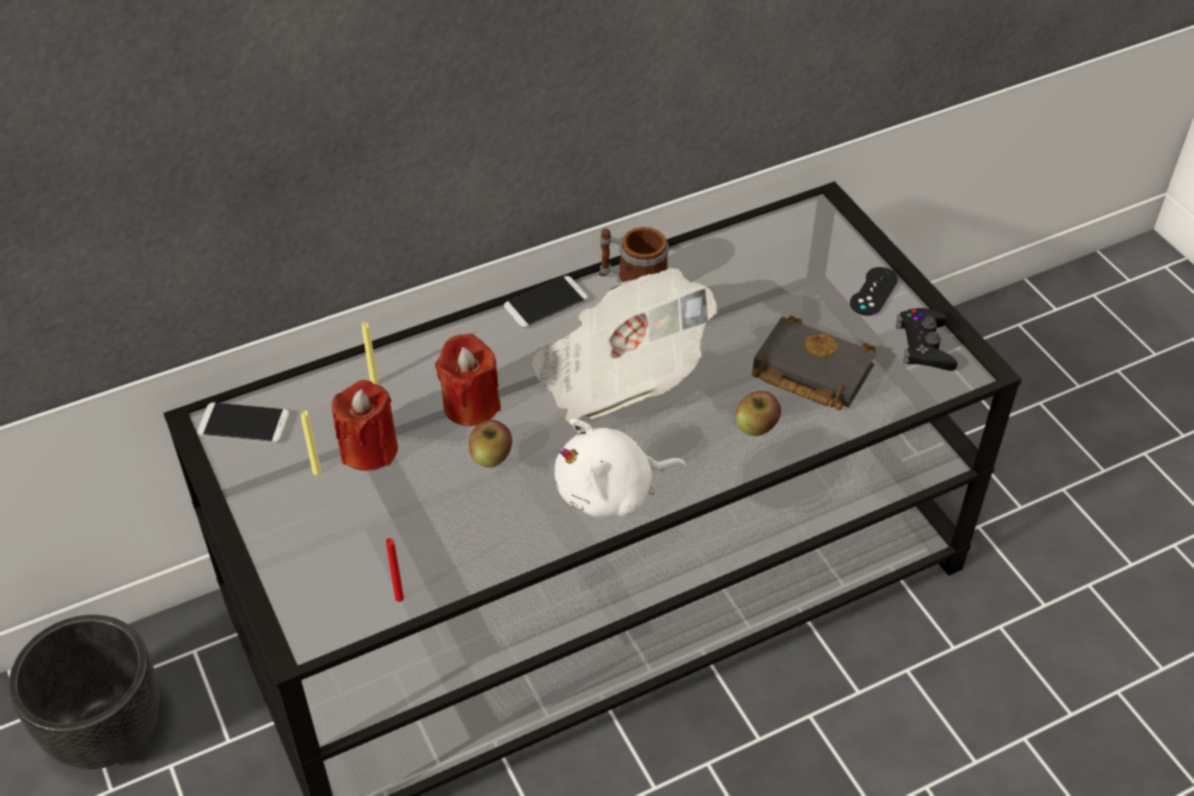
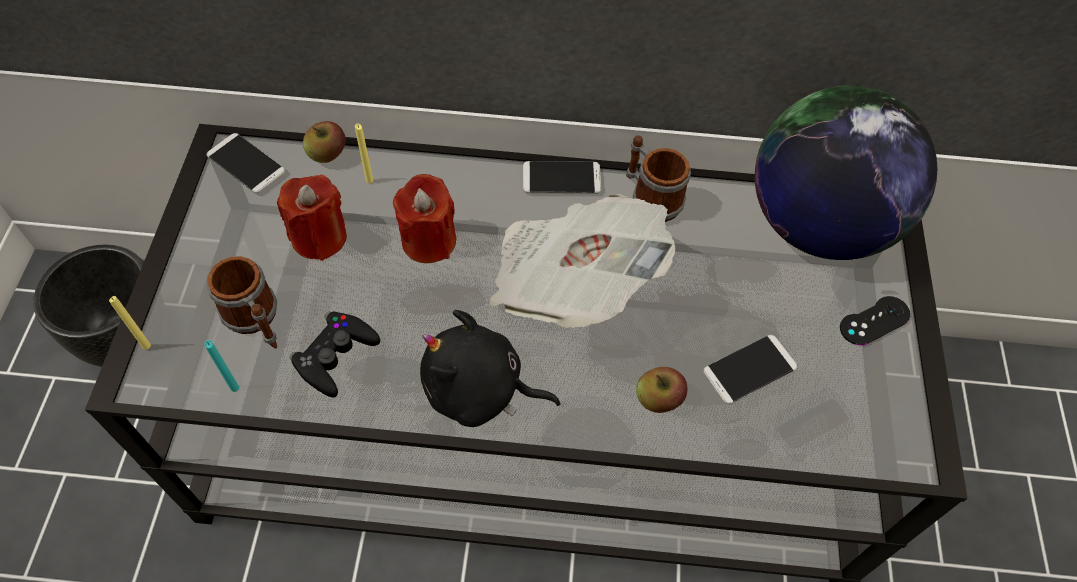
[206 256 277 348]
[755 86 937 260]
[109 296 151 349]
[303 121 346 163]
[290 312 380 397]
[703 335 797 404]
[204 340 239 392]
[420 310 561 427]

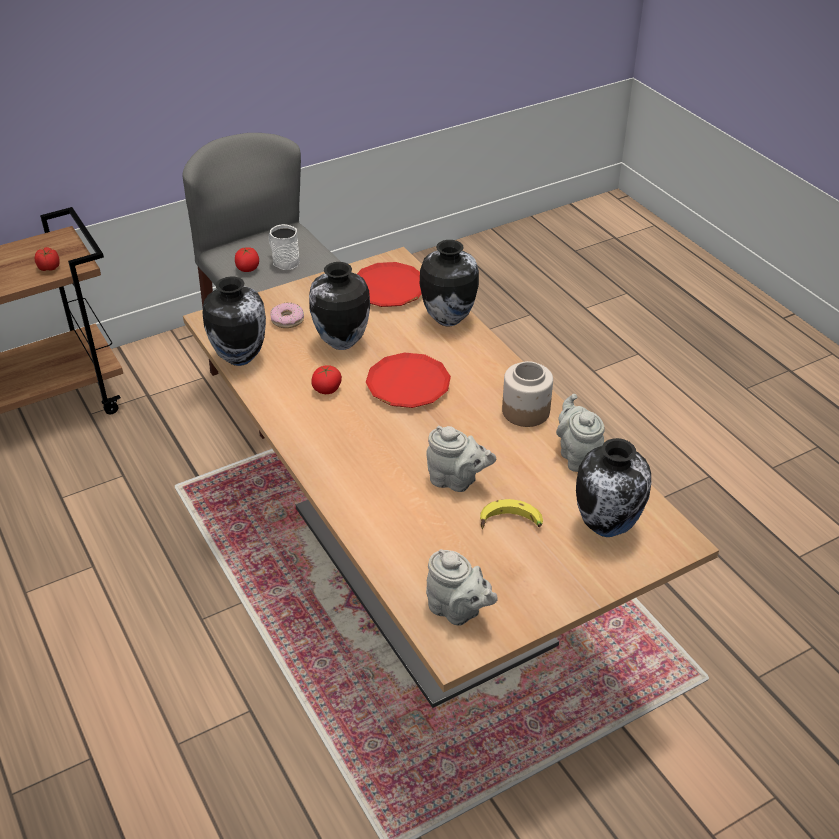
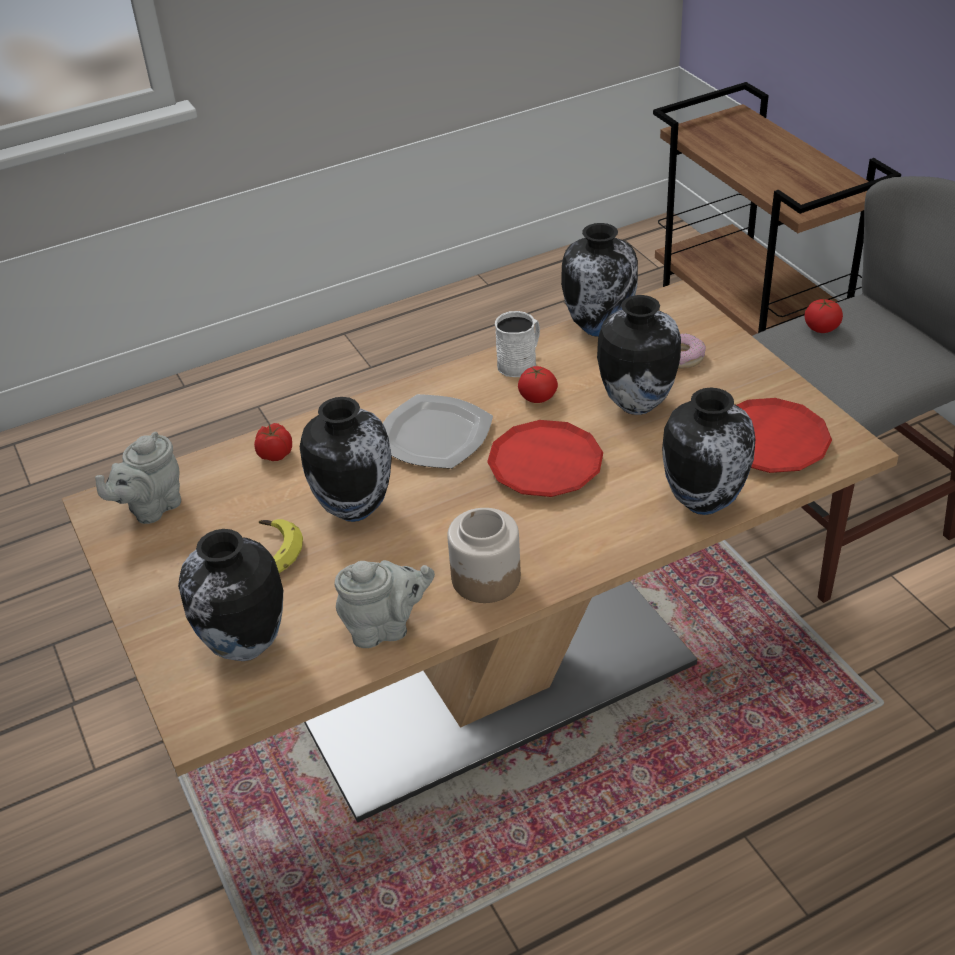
[383 394 493 469]
[254 423 292 461]
[495 311 540 377]
[300 397 392 522]

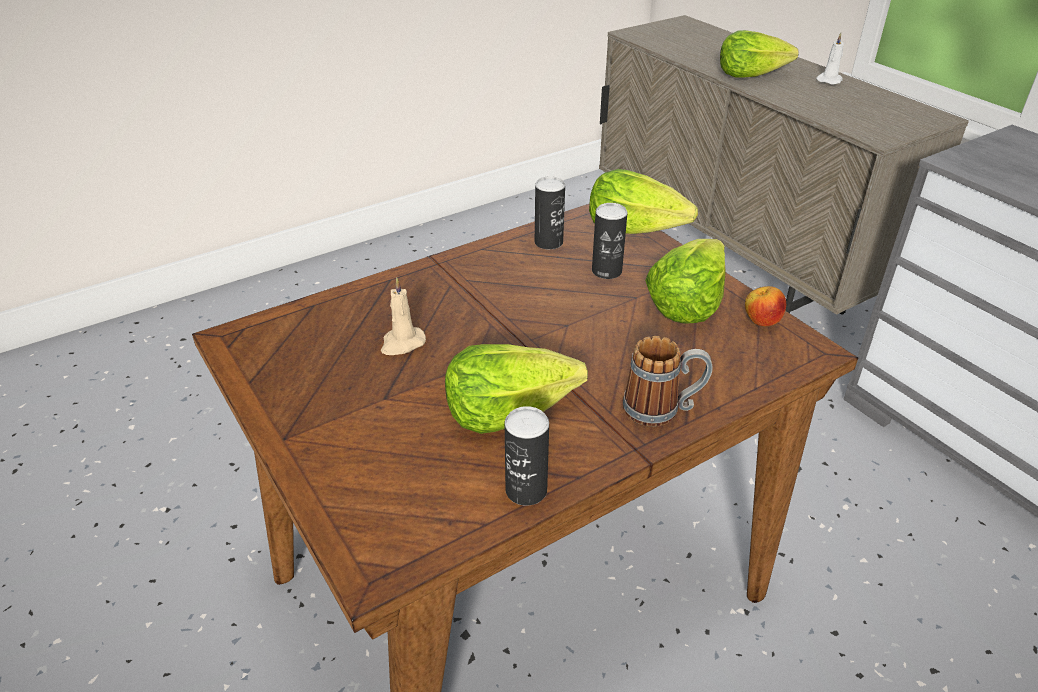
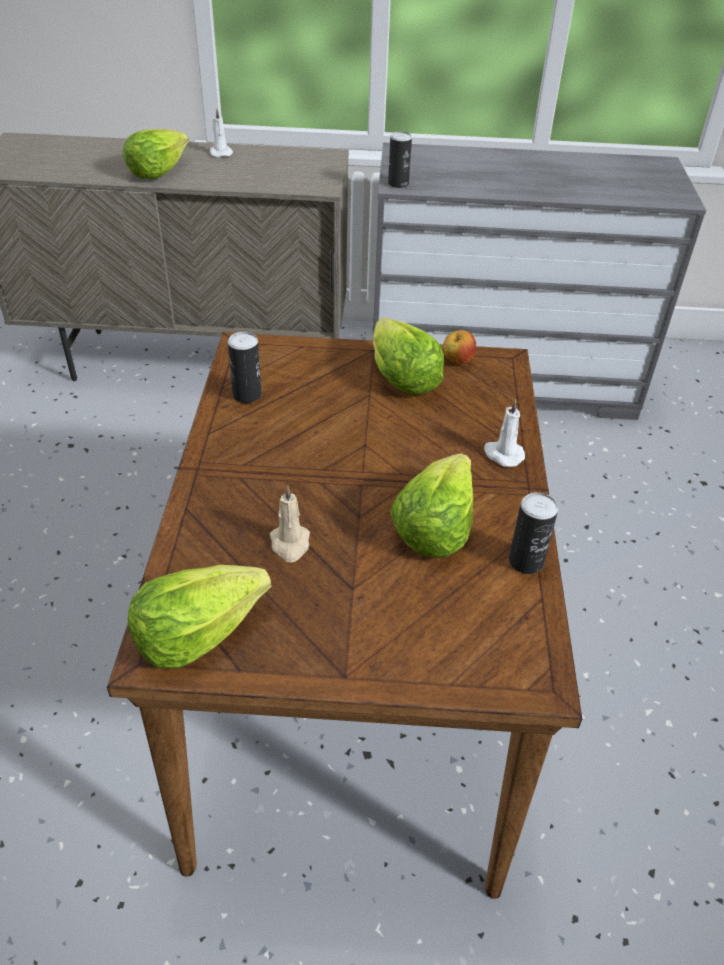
[128 565 271 669]
[388 132 412 188]
[484 399 525 467]

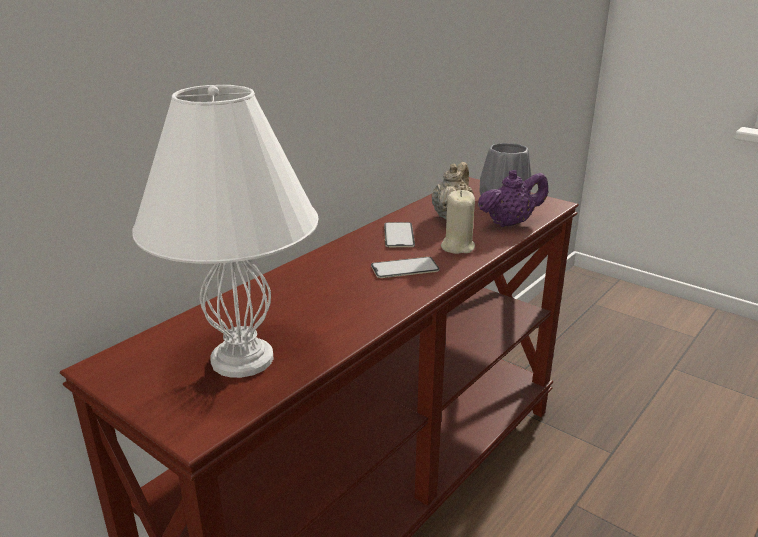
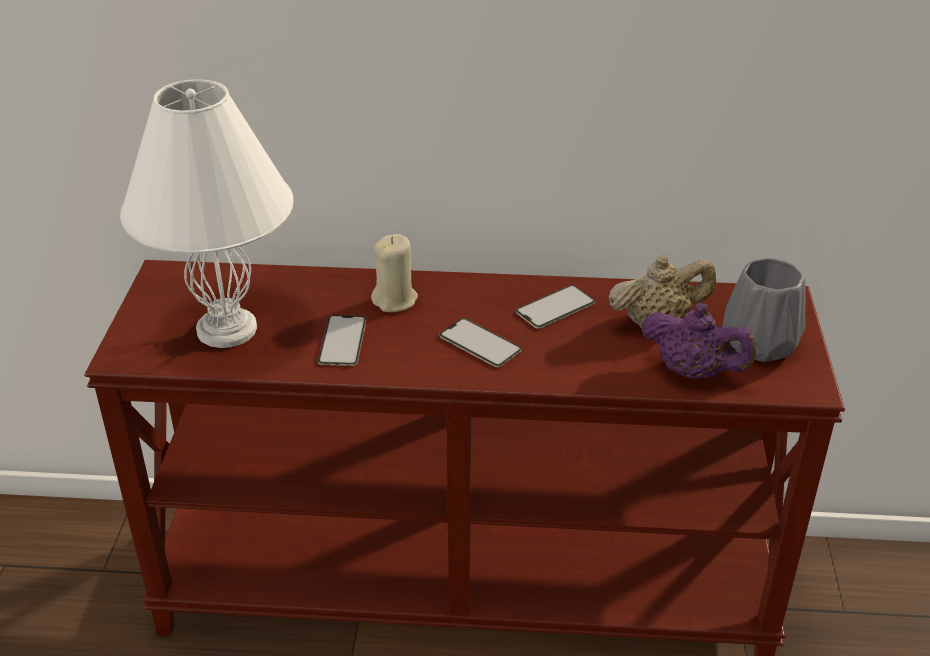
[318 315 366 366]
[371 234 418 312]

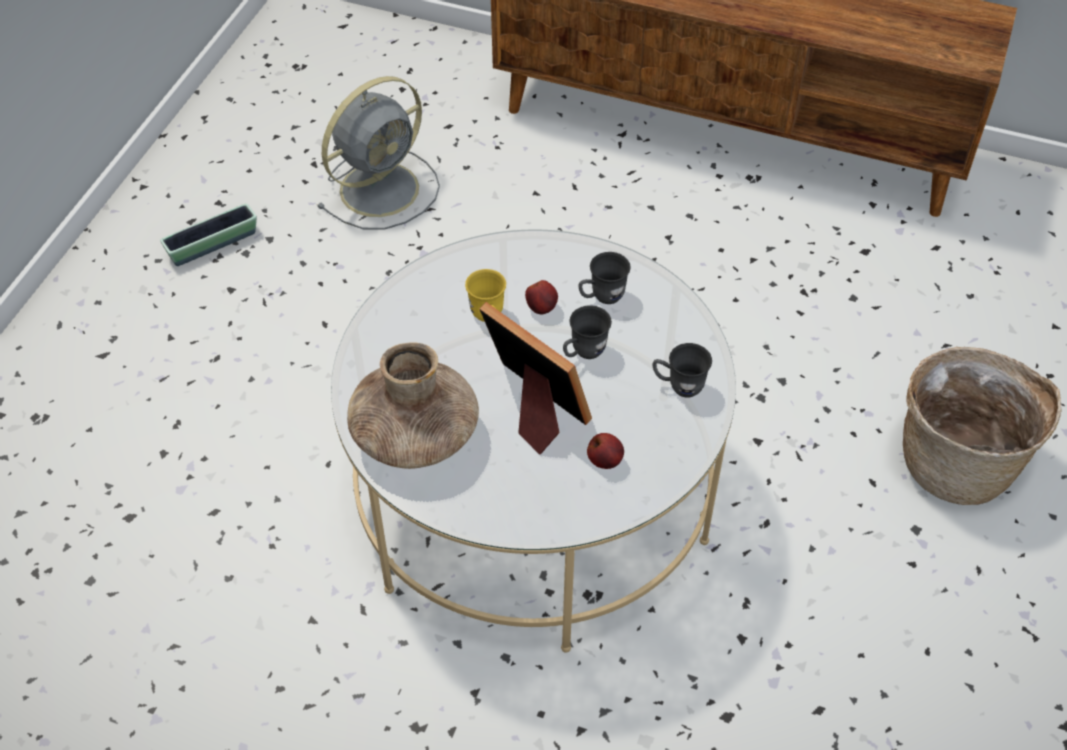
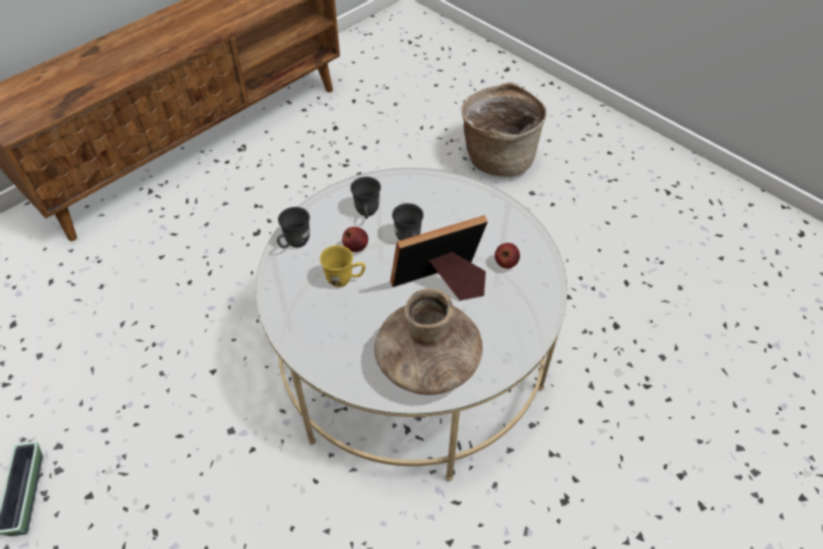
[317 76 440 229] (first image)
[277 207 310 248]

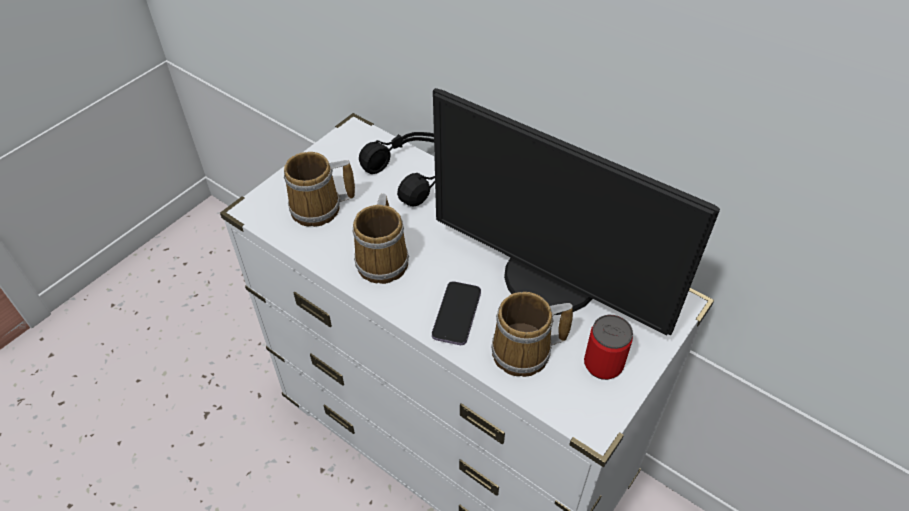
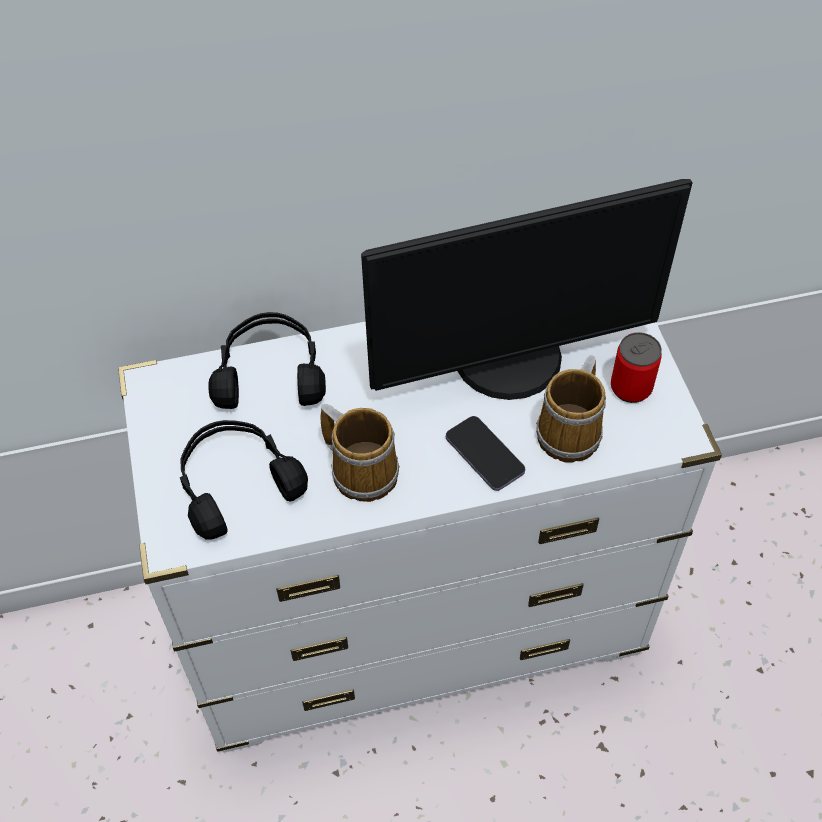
[180 420 308 539]

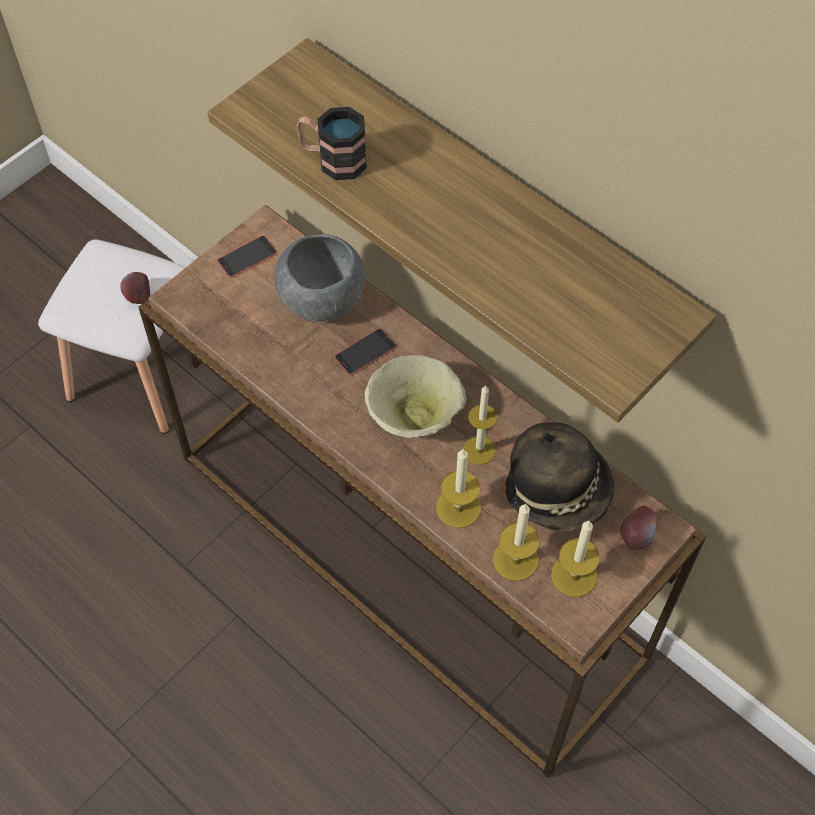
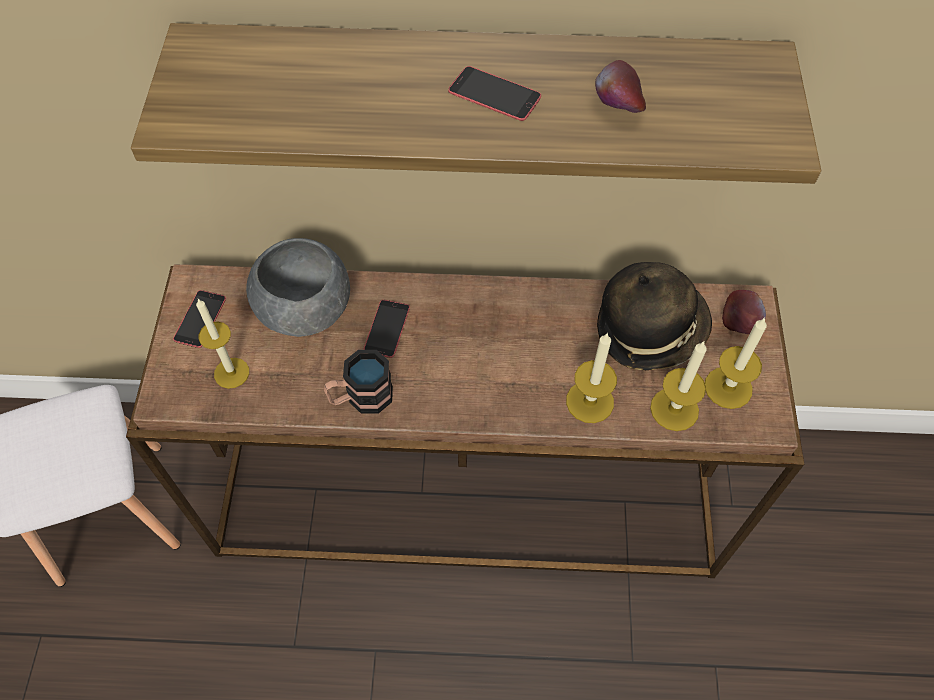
[365 355 466 438] (first image)
[448 66 541 121]
[595 60 646 113]
[324 350 393 413]
[196 299 249 389]

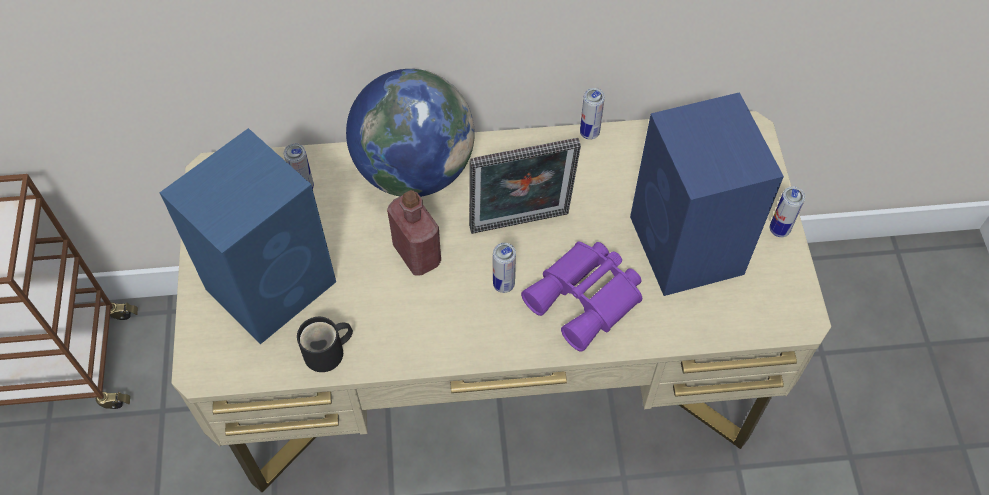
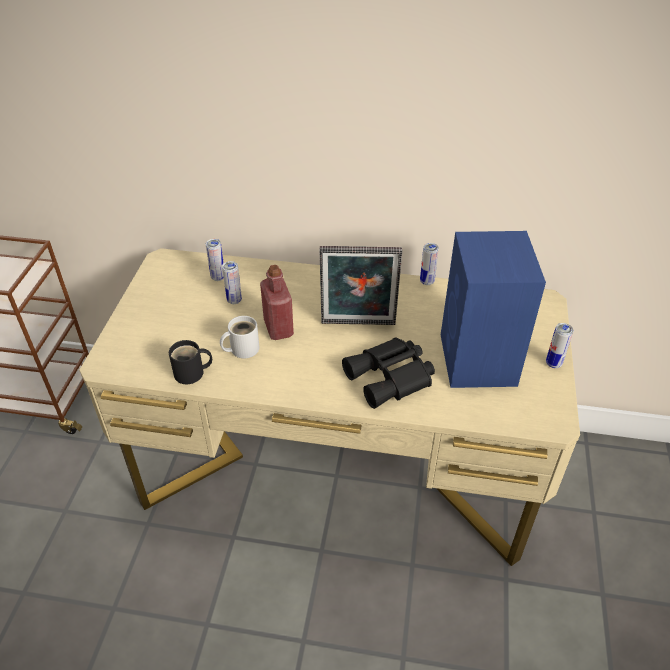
[159 128 336 344] (first image)
[346 69 475 197] (first image)
[220 316 259 358]
[222 261 242 304]
[342 337 435 409]

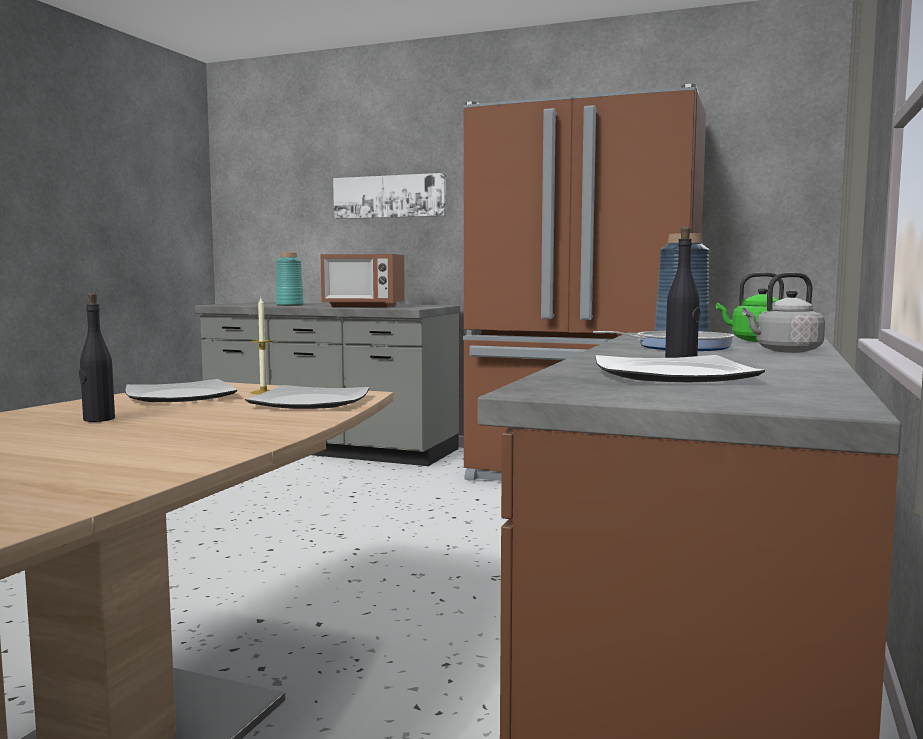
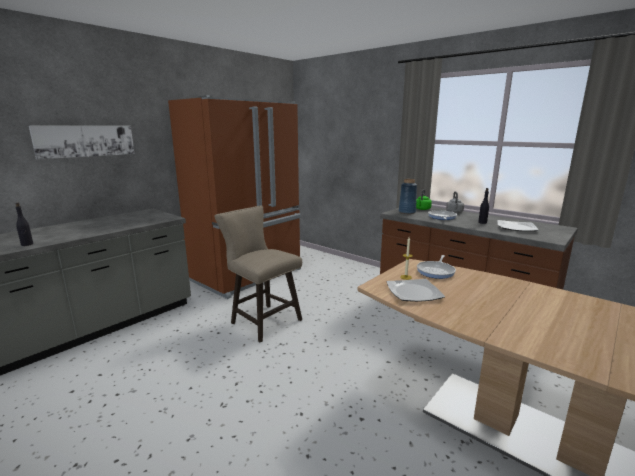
[276 253 304 306] (first image)
[320 254 405 308] (first image)
[214 205 302 343]
[15 202 33 246]
[417 255 456 279]

